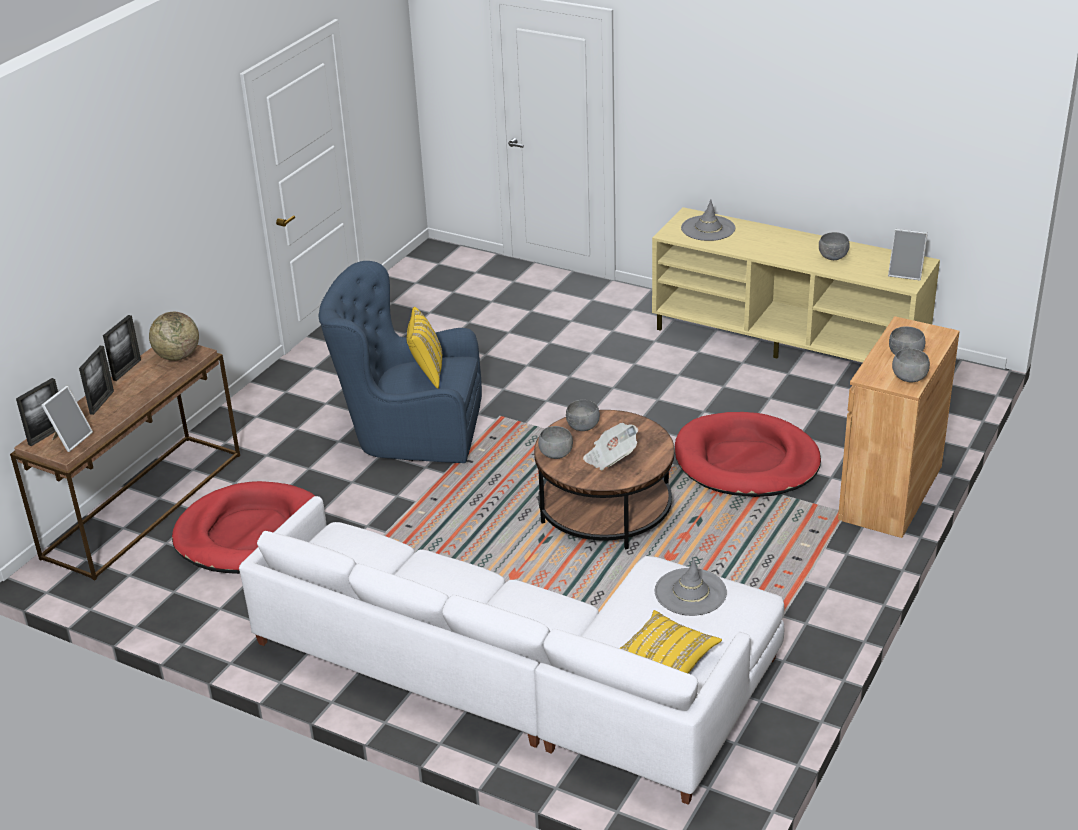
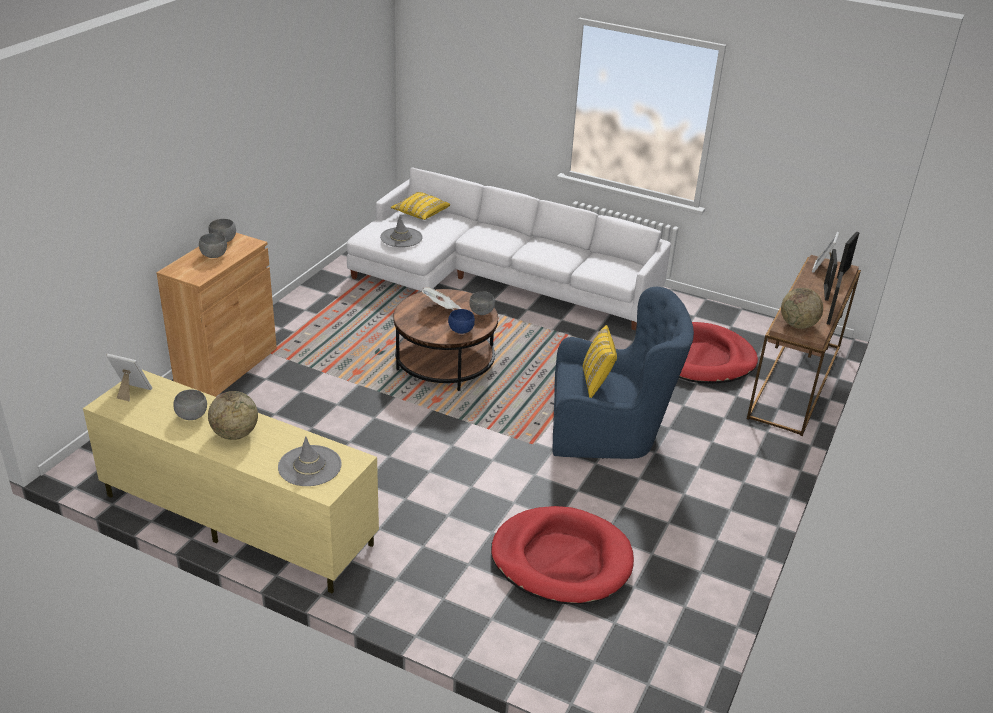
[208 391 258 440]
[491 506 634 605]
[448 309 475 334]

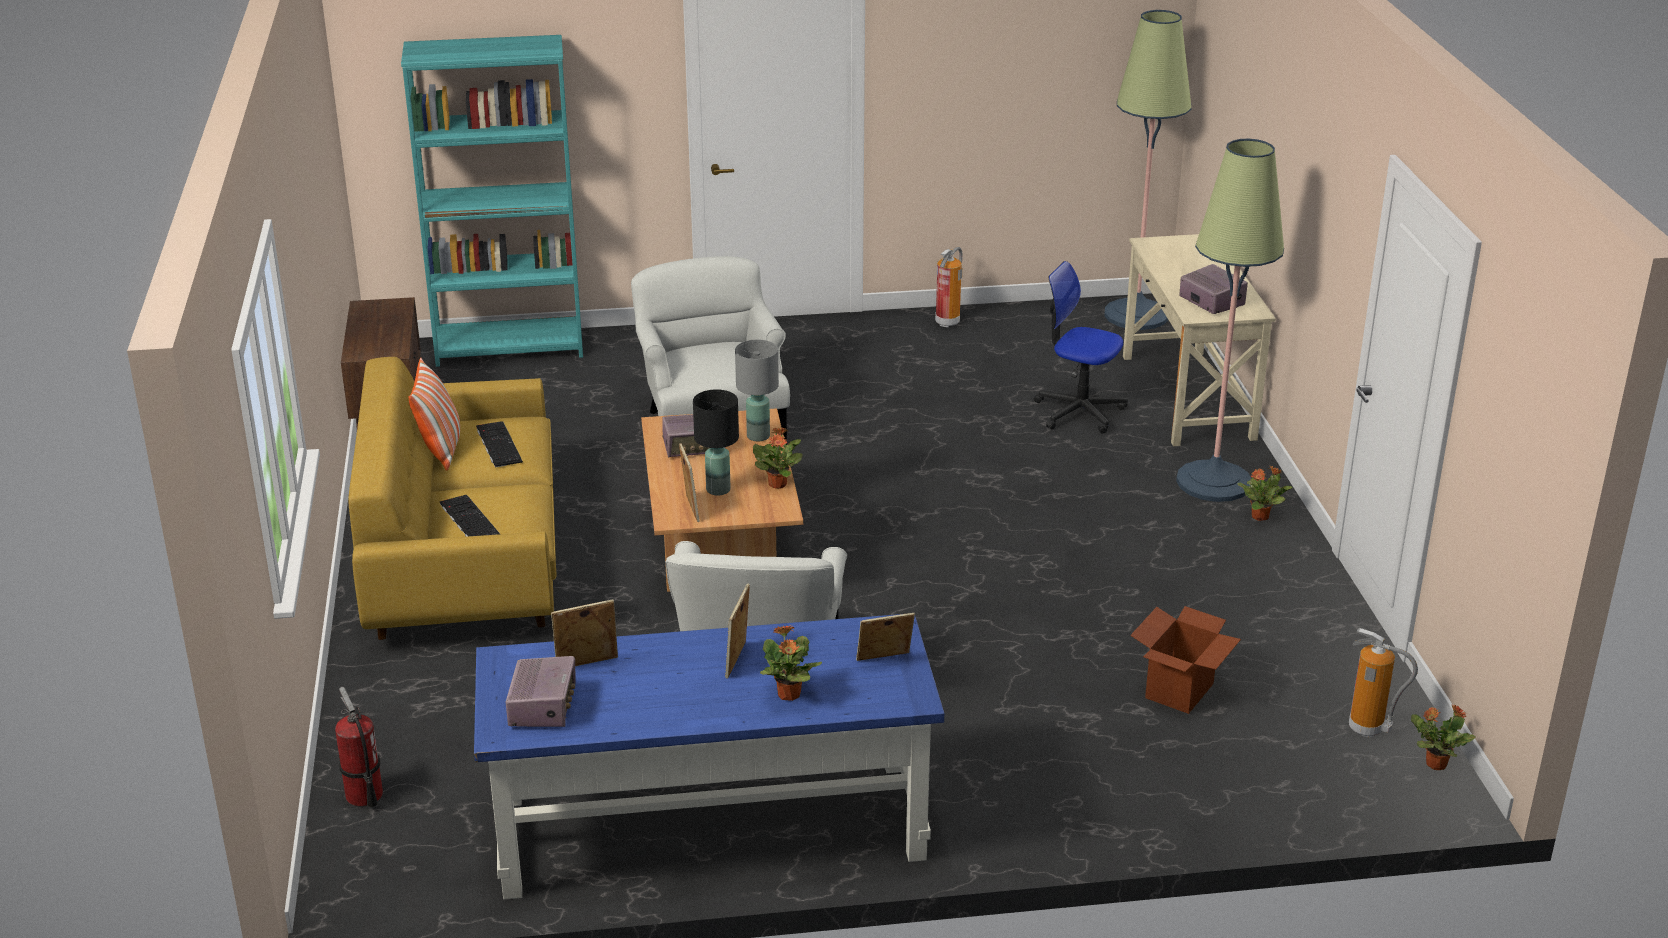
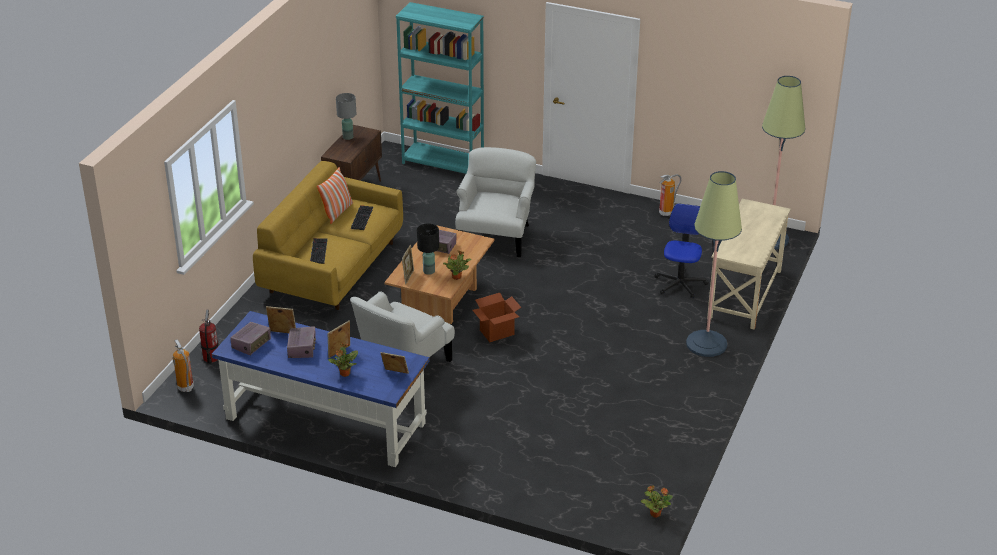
[1238 465 1293 521] (first image)
[336 93 356 140]
[472 293 521 342]
[287 326 316 358]
[172 339 194 392]
[654 203 709 298]

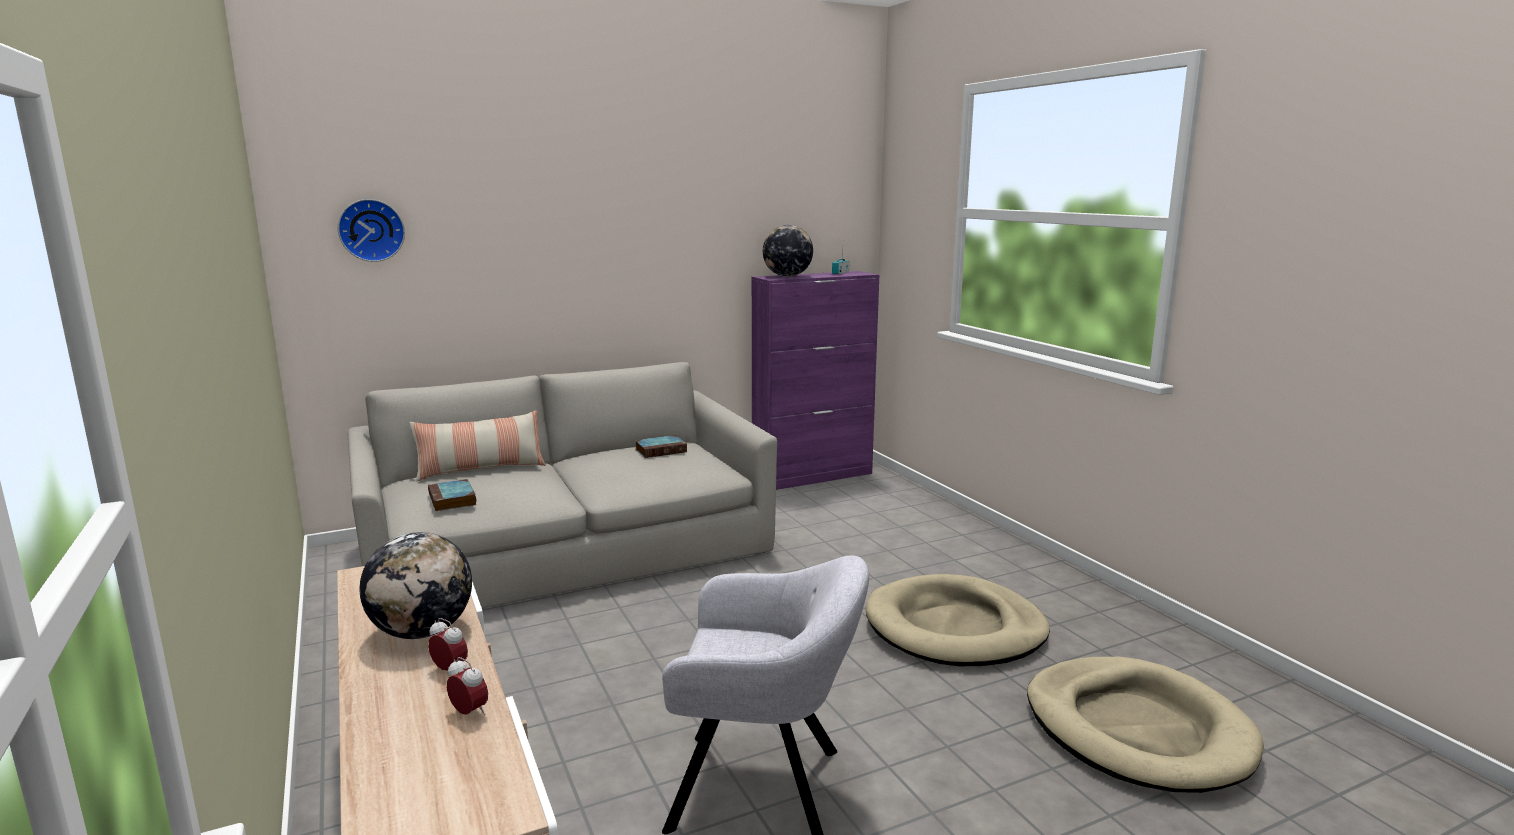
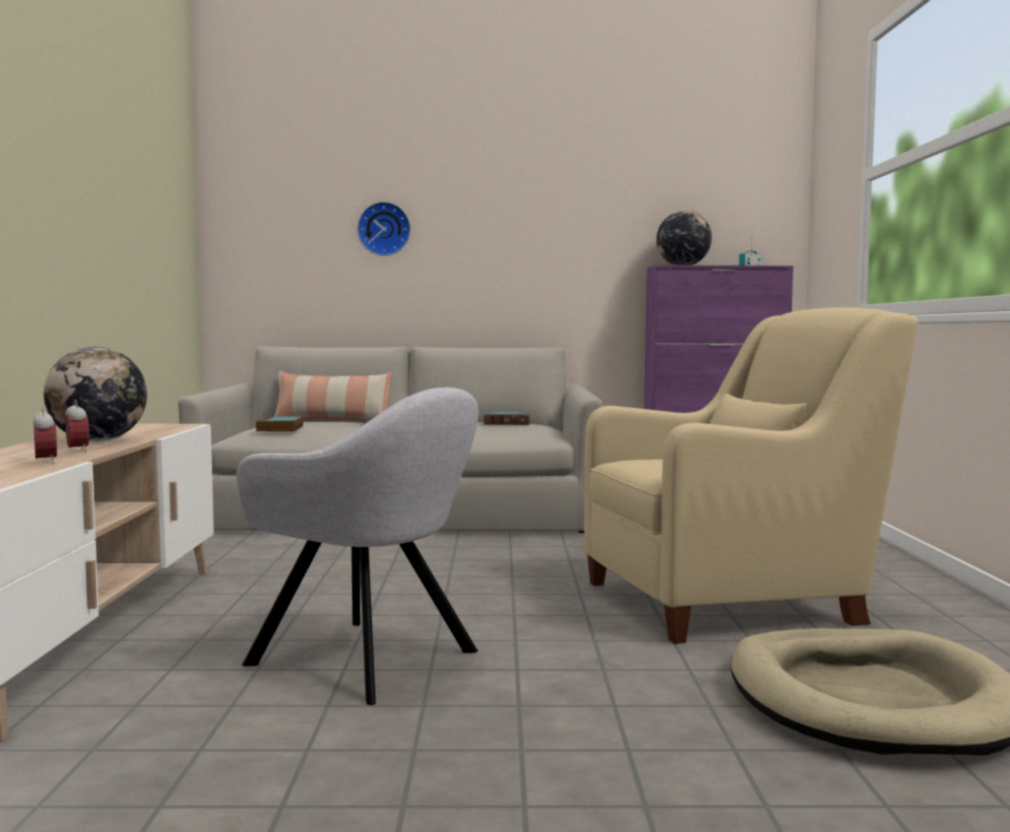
[357 202 411 256]
[584 307 918 644]

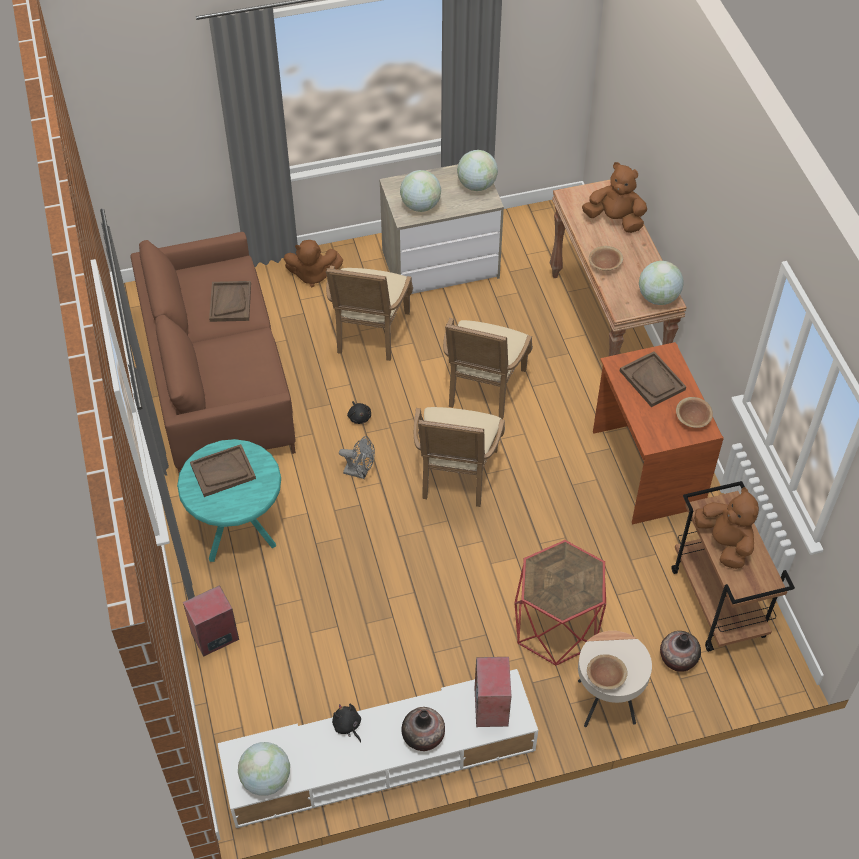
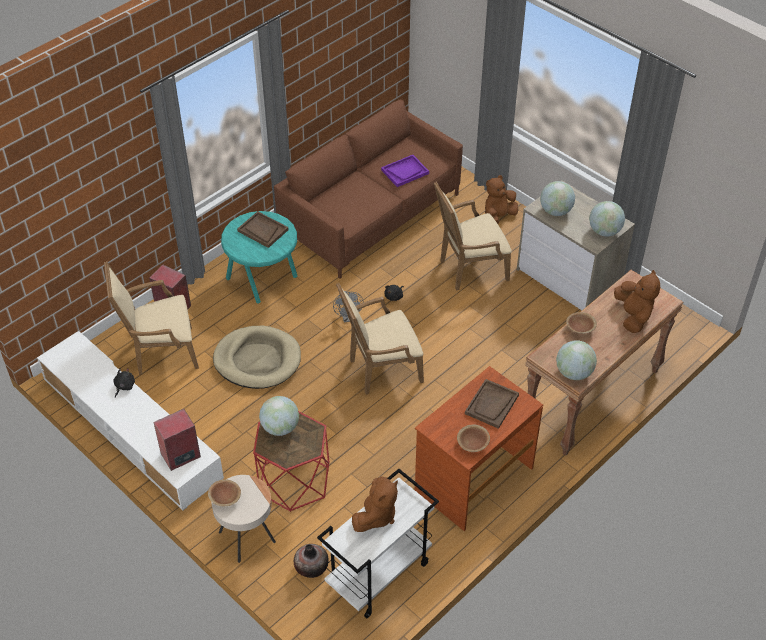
[402 707 445 751] (first image)
[213 326 301 389]
[259 396 299 436]
[104 261 199 375]
[381 155 429 187]
[317 469 439 618]
[485 175 518 224]

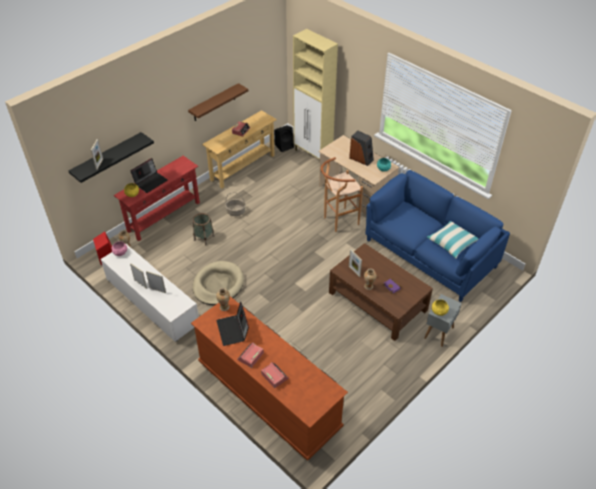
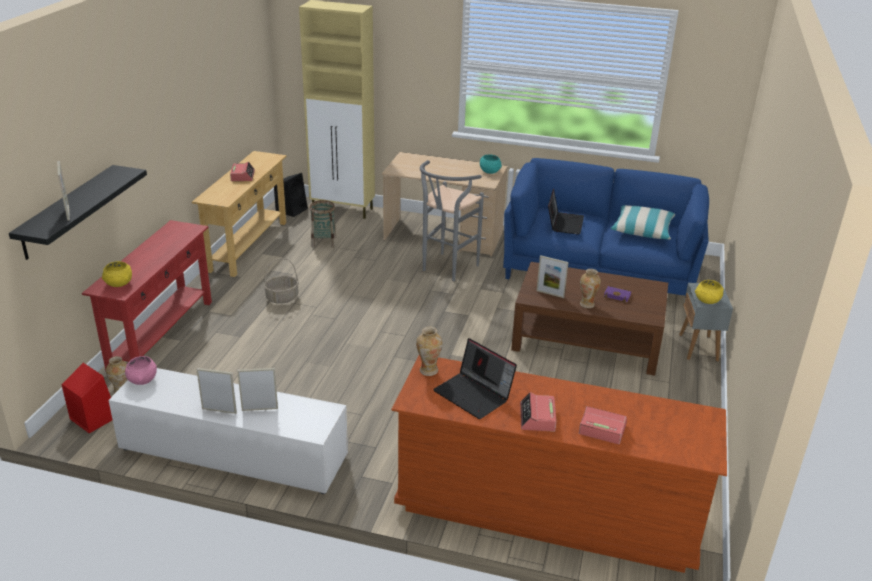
[188 83 248 121] (first image)
[193 261 244 305] (first image)
[349 131 374 166] (first image)
[548 189 584 235]
[310 200 336 248]
[420 160 484 281]

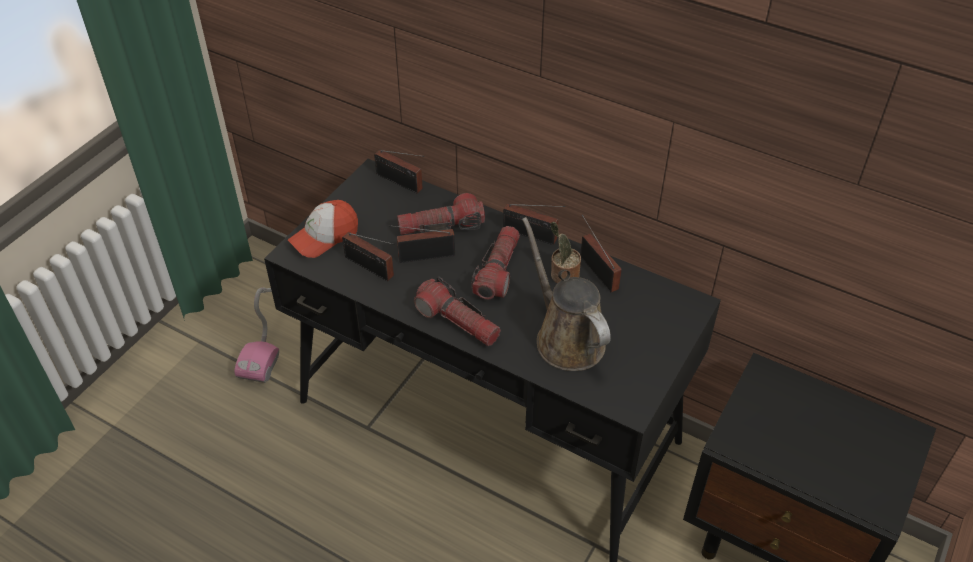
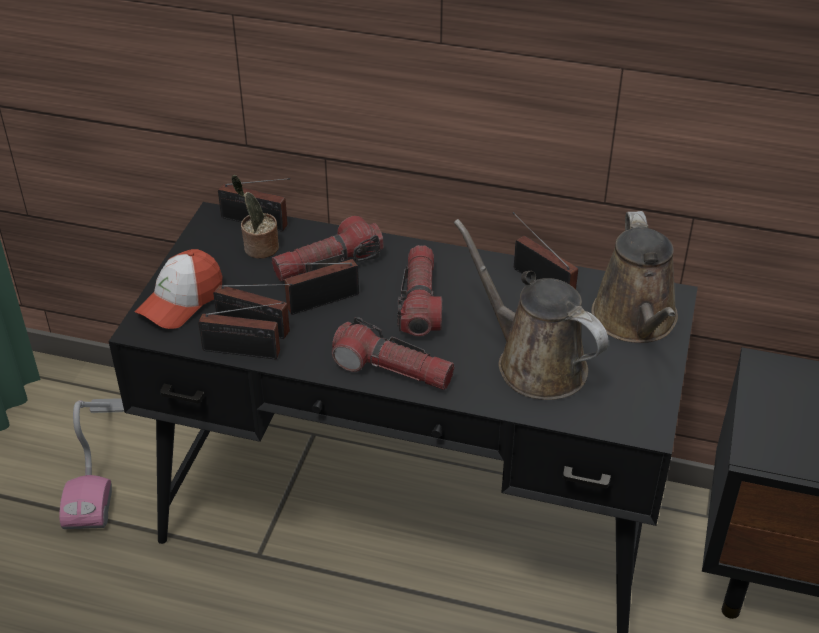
[591 211 678 343]
[198 302 284 359]
[231 175 279 259]

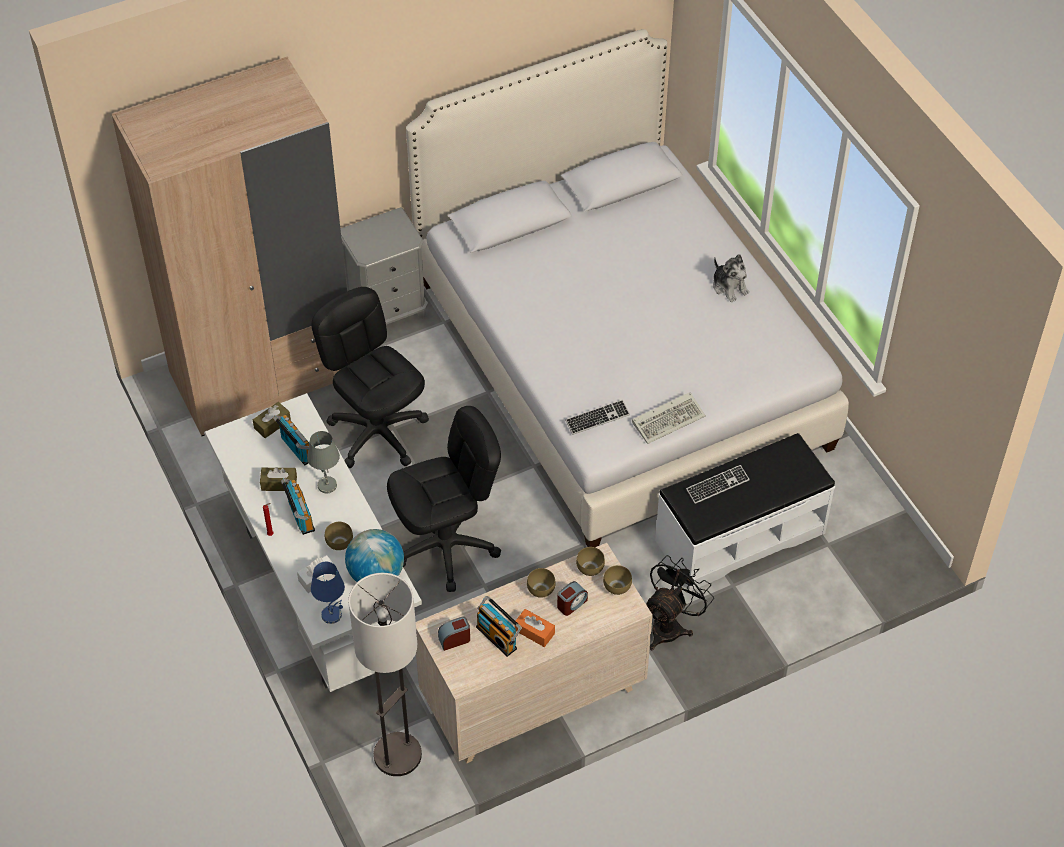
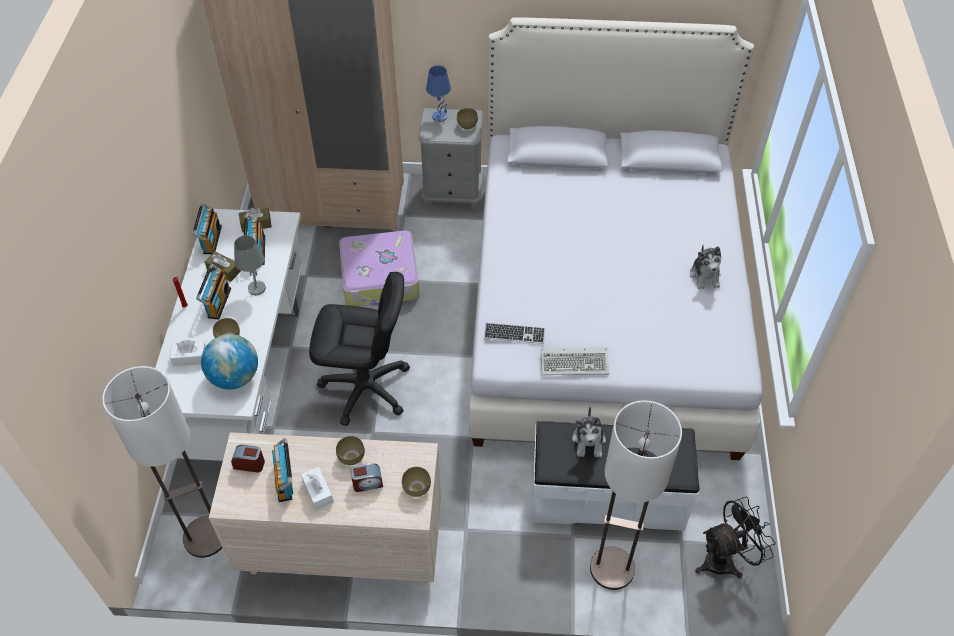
[192 203 222 254]
[590 400 682 590]
[426 66 451 122]
[457 108 478 130]
[695 497 775 579]
[339 231 420 306]
[572 407 606 458]
[301 467 333 510]

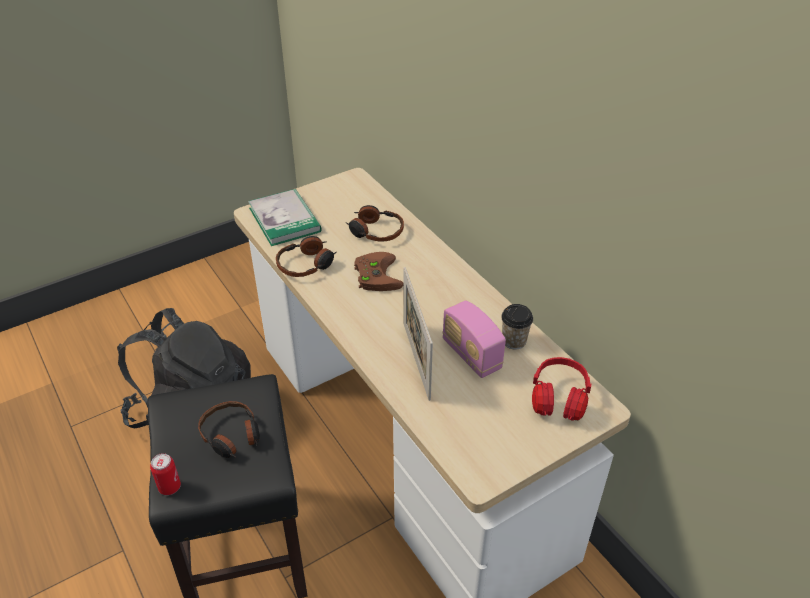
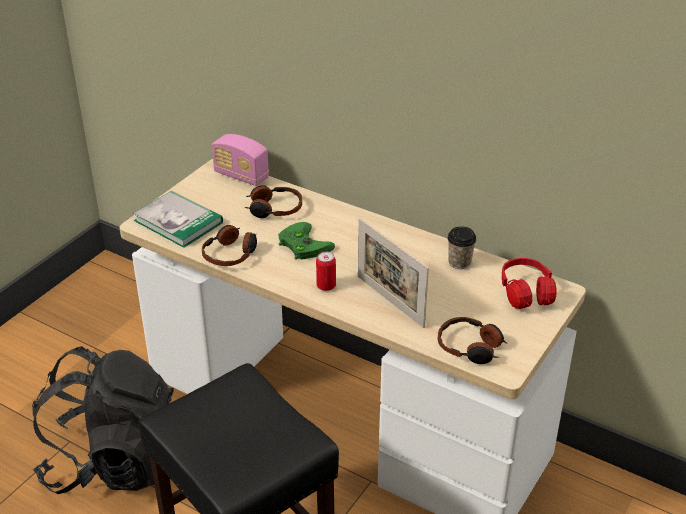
[316 251 336 291]
[437 317 508 364]
[212 134 269 186]
[278 222 335 260]

